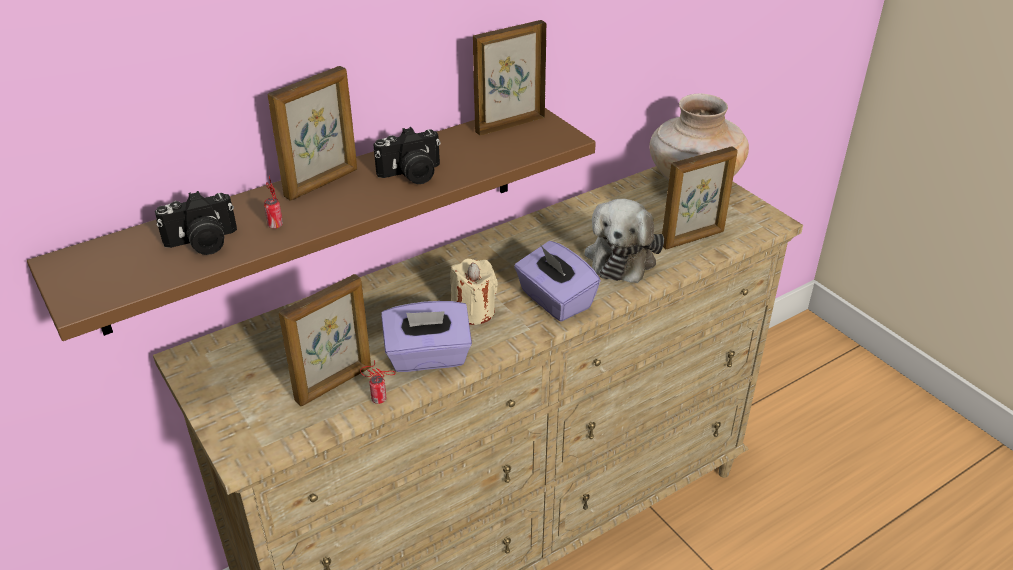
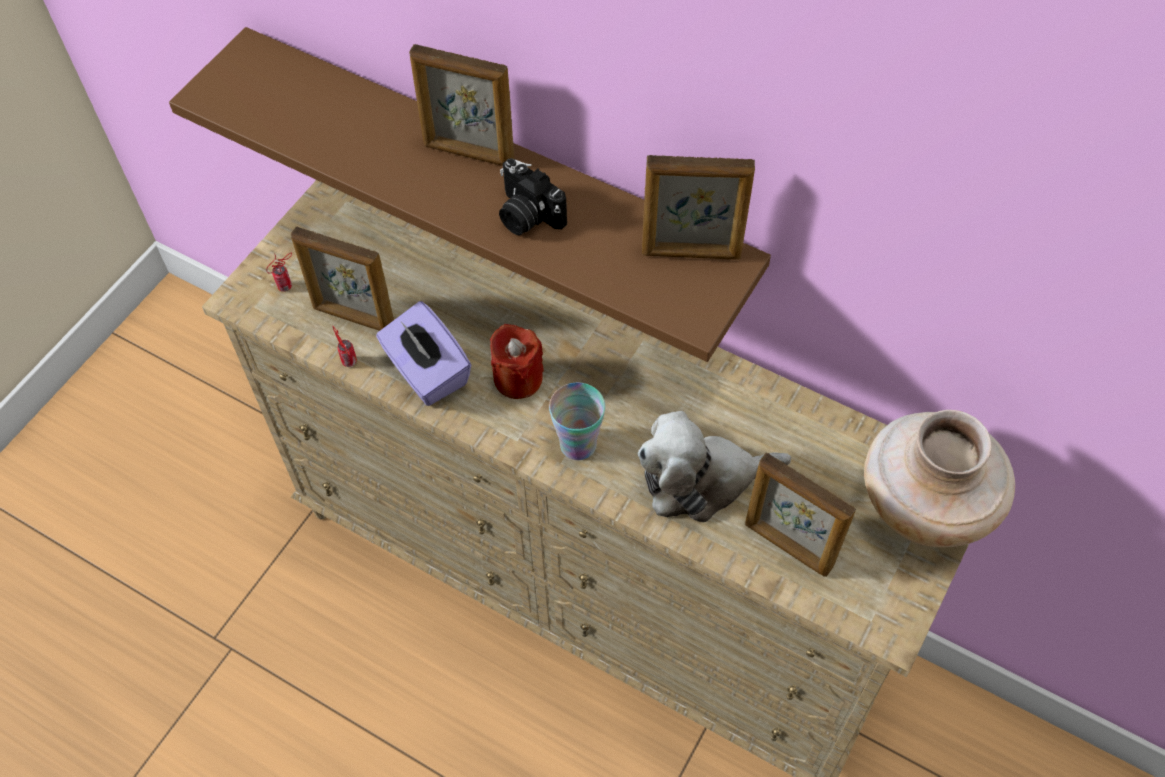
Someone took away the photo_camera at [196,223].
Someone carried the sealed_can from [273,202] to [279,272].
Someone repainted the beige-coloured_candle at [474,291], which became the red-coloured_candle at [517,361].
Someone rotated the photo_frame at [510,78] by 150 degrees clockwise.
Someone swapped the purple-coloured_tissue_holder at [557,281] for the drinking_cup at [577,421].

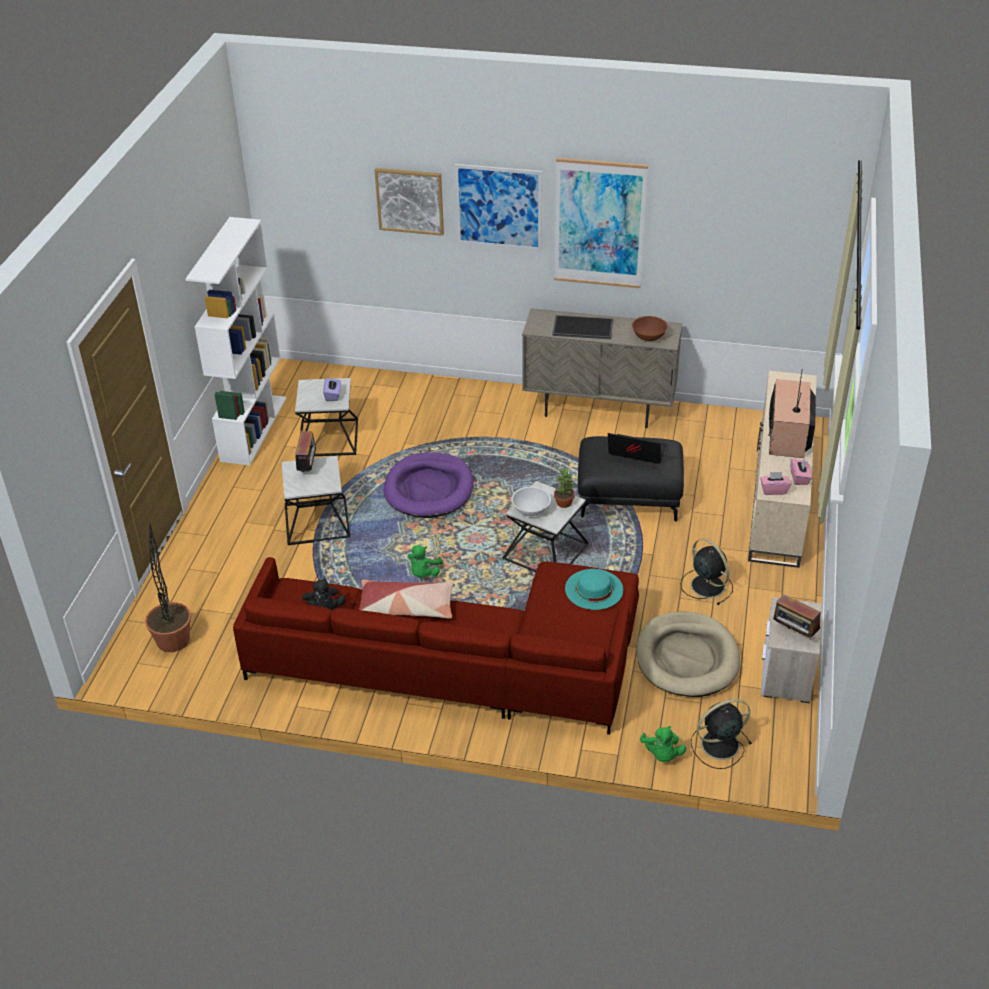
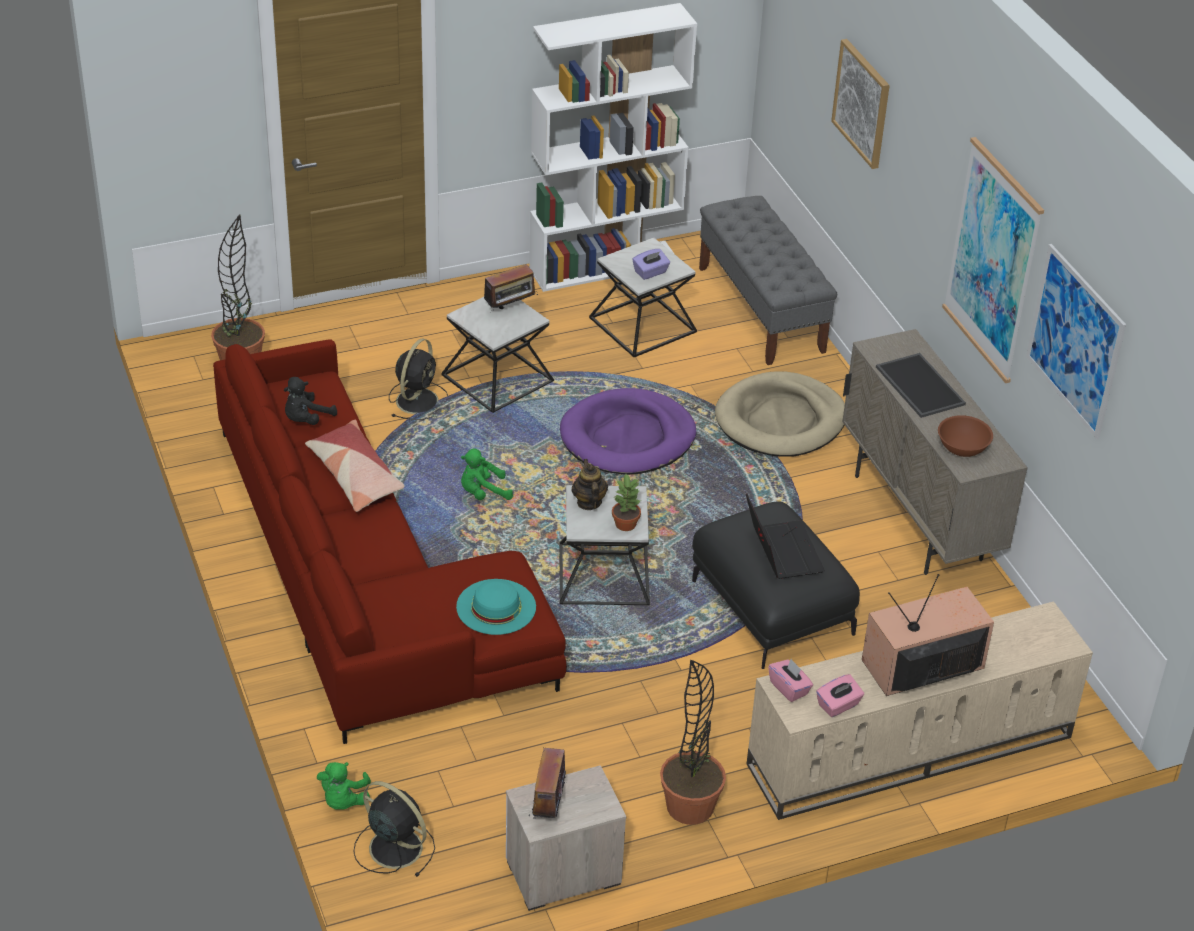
Someone carried the wall_picture from [498,207] to [1076,341].
Someone swapped the white_serving_bowl at [531,501] for the teapot at [589,484].
Someone carried the beige-coloured_pet_bed from [688,654] to [780,414].
Someone rotated the green-coloured_soft_toy at [663,744] by 45 degrees counterclockwise.
Someone carried the black-coloured_electric_fan from [706,571] to [418,379].
Someone put down the plant_in_a_pot at [693,742].
Someone put down the grey_bench at [768,280].

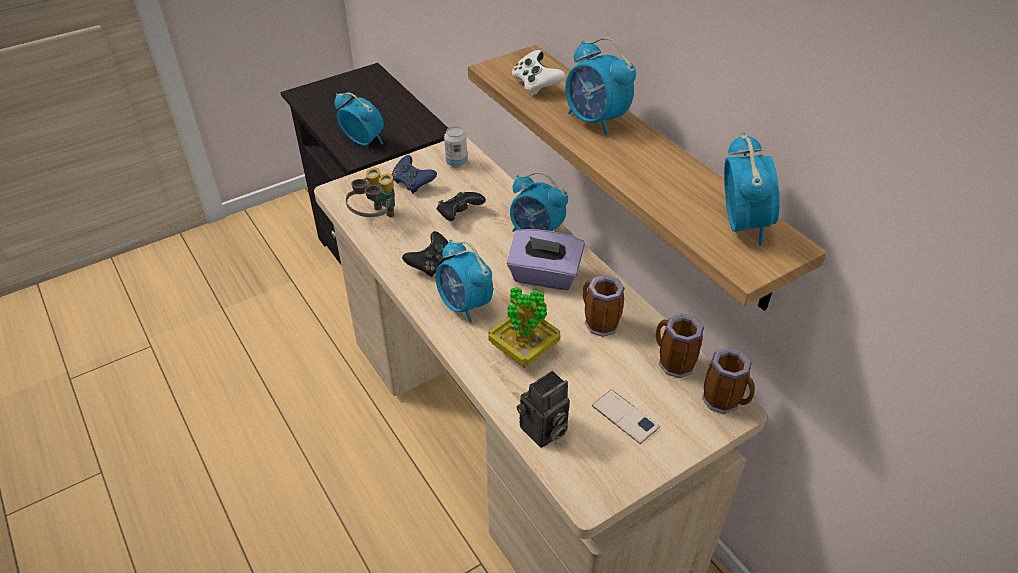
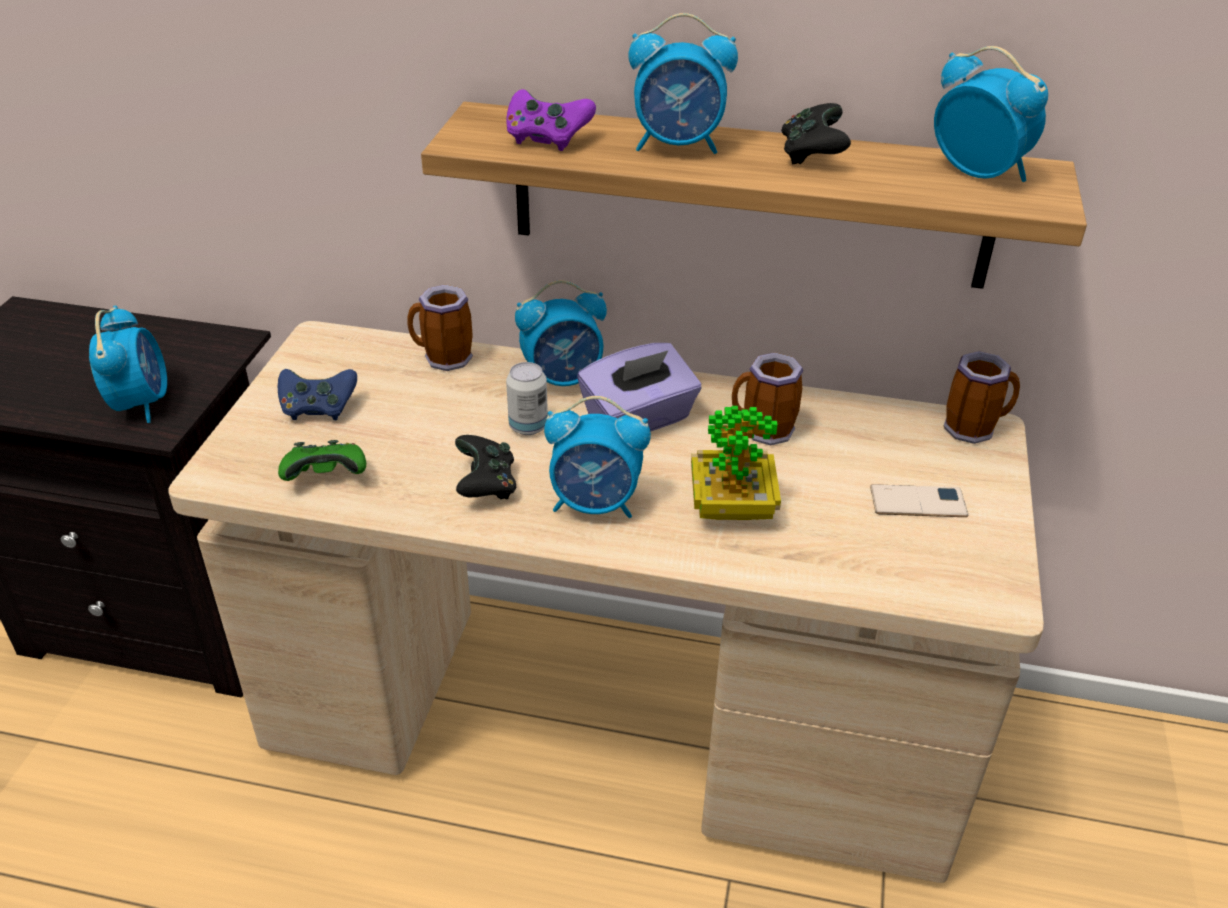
Someone rotated the table_clock at [359,119] by 90 degrees clockwise.
Someone swapped the binoculars at [370,193] for the green-coloured_game_controller at [322,460].
Someone carried the black-coloured_game_controller from [461,206] to [816,133].
Someone carried the sealed_can from [455,147] to [527,398].
Someone repainted the white_game_controller at [539,73], which became the purple-coloured_game_controller at [551,120].
Someone took away the photo_camera at [543,409].
Someone carried the mug from [680,345] to [440,328].

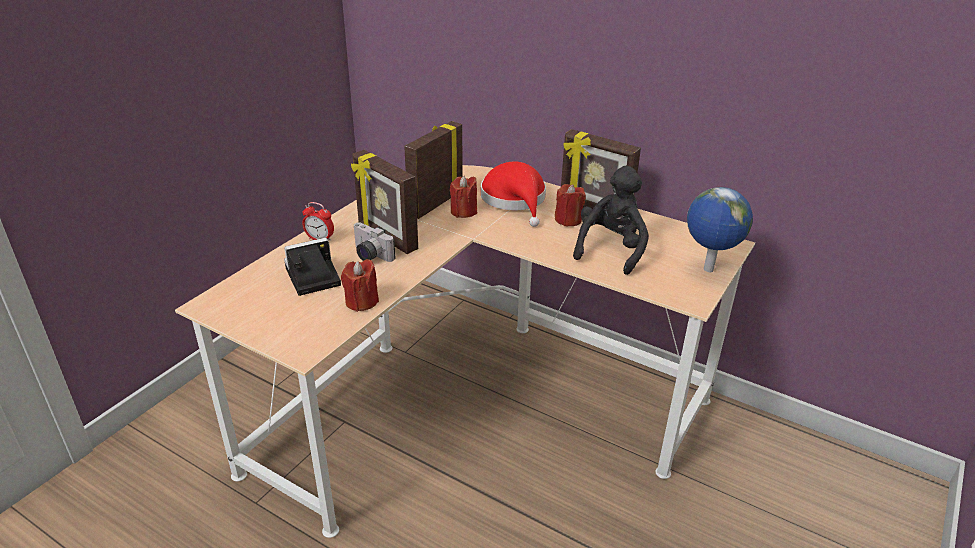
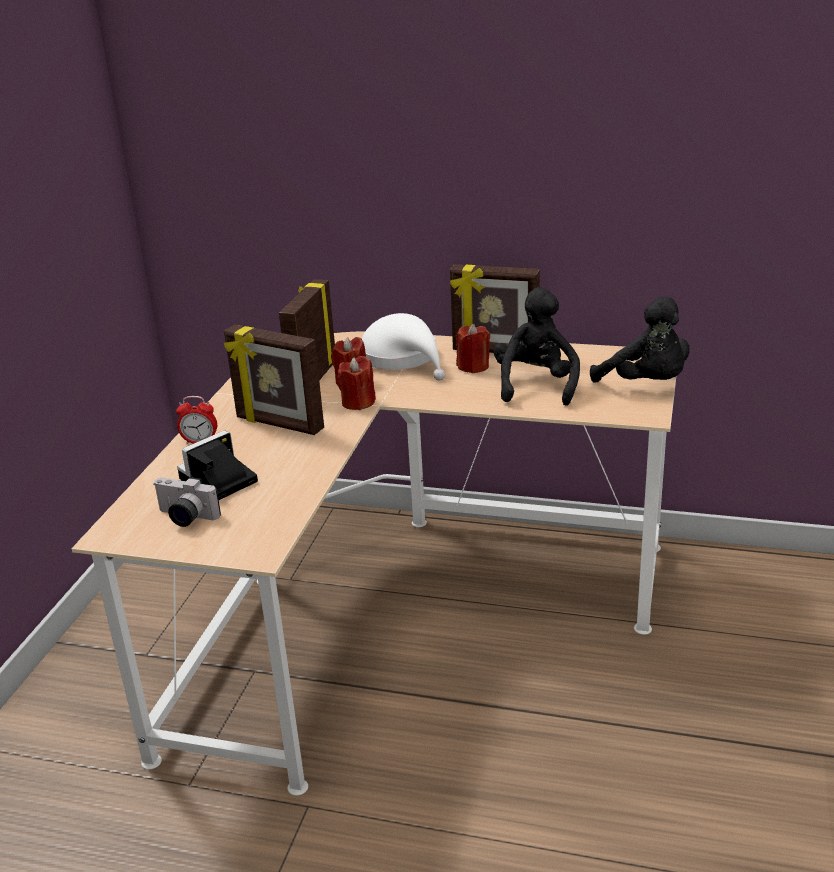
Someone carried the red-coloured_candle from [360,285] to [356,383].
Someone carried the photo_camera from [374,242] to [187,502].
Someone repainted the red-coloured_clothing_hat at [513,194], which became the white_clothing_hat at [403,347].
Someone swapped the globe at [720,229] for the black-coloured_soft_toy at [639,339].

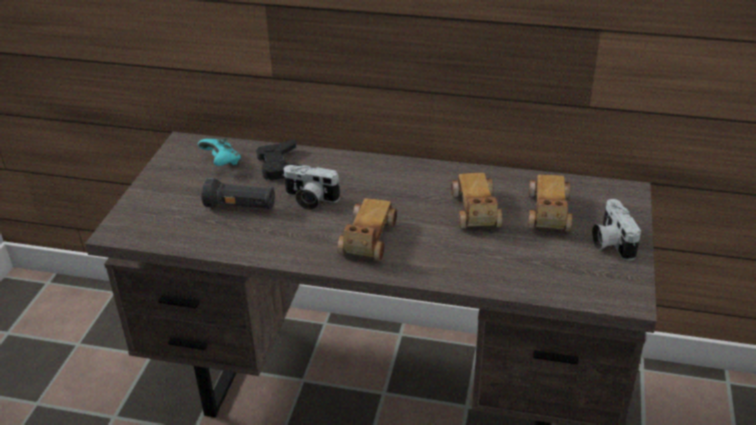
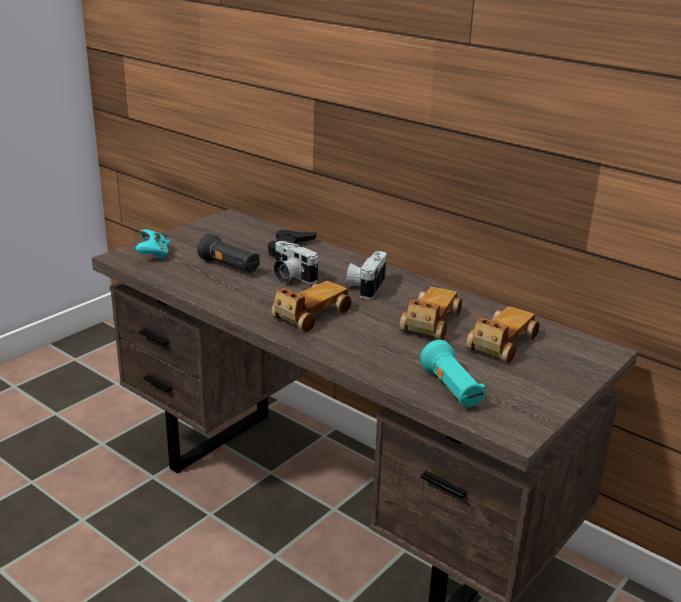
Someone carried the turquoise-coloured_game_controller from [219,152] to [152,244].
Someone carried the photo_camera from [616,230] to [366,275].
Someone put down the turquoise-coloured_hand_torch at [453,373].

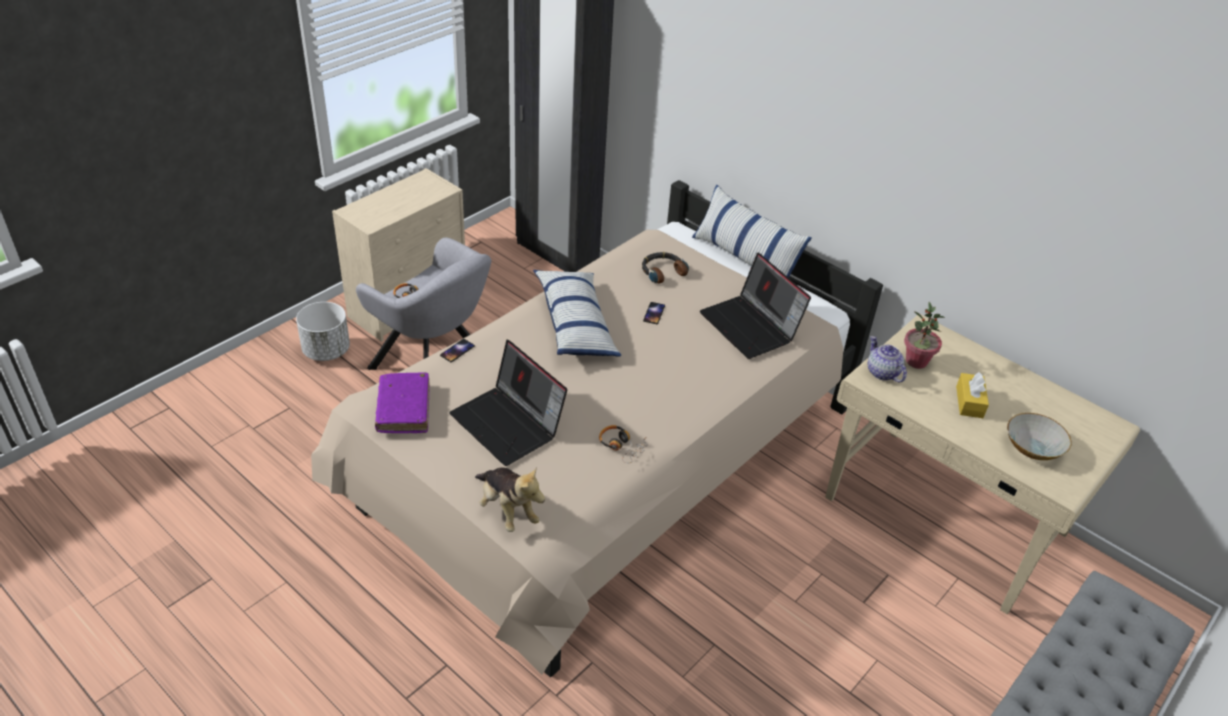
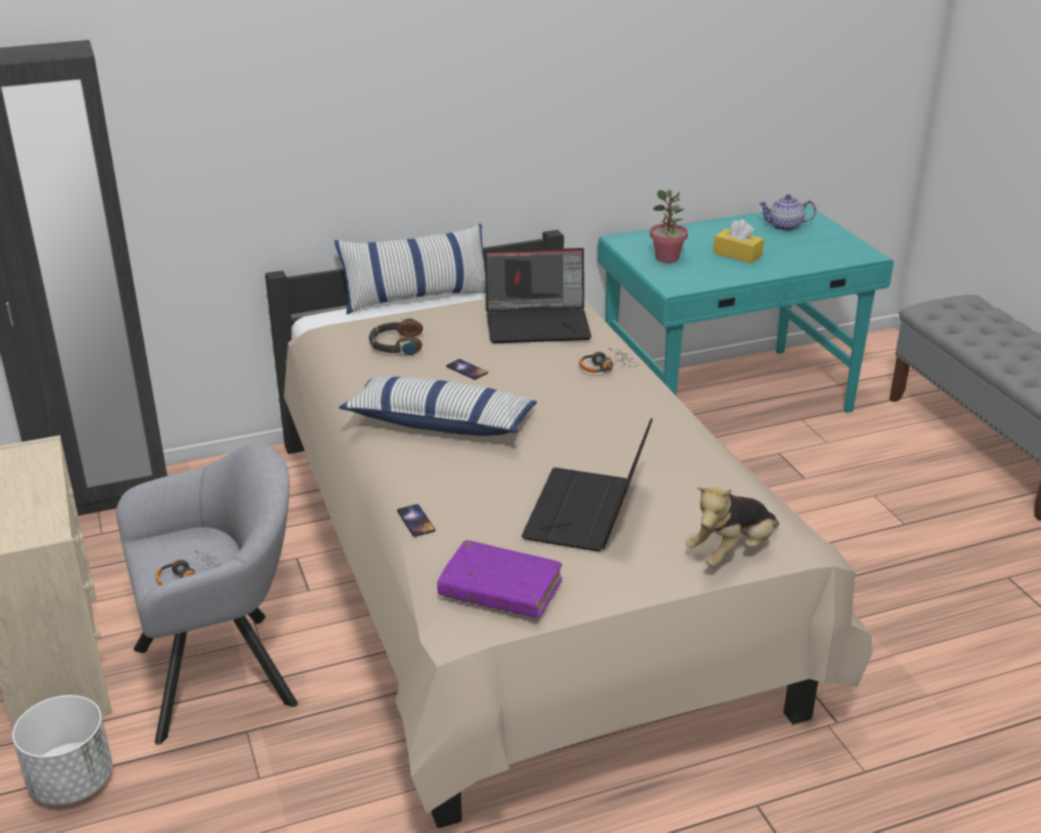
Someone rotated the notebook_computer at [508,403] by 120 degrees clockwise.
Someone rotated the soft_toy at [510,499] by 150 degrees clockwise.
Someone carried the headphones from [623,444] to [608,360].
Someone repainted the beige-coloured_desk at [982,464], which became the turquoise-coloured_desk at [746,309].
Someone carried the teapot from [887,359] to [787,212].
Someone took away the serving_bowl at [1039,436].

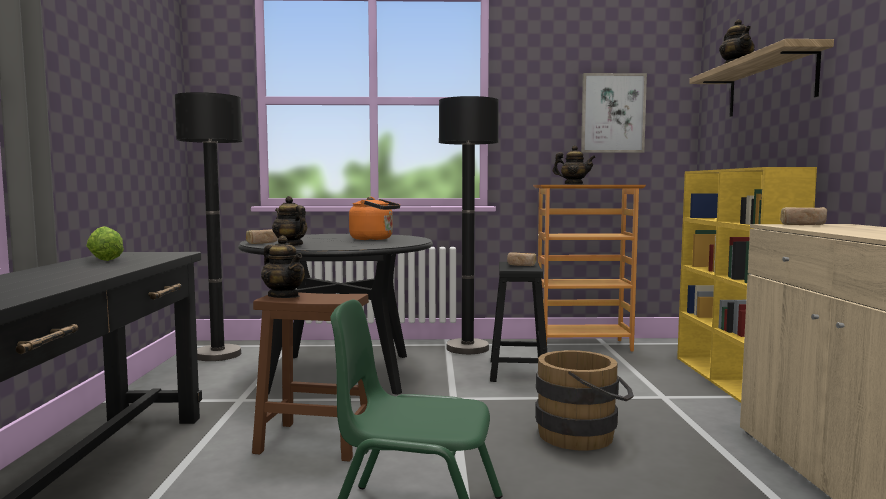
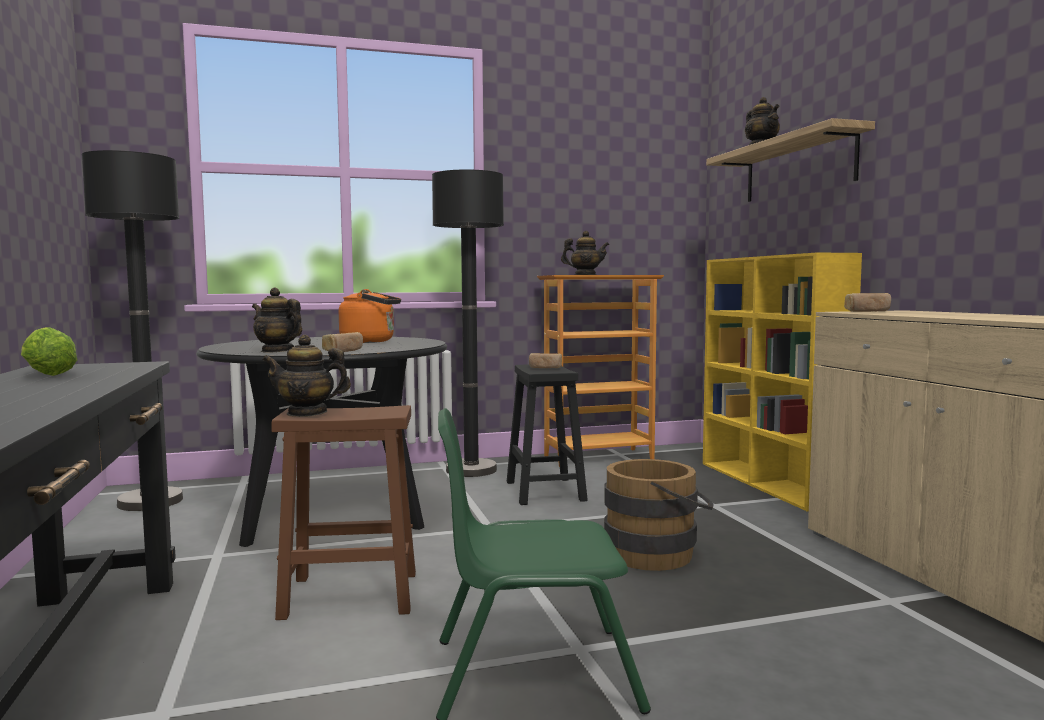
Someone carried the bakery_bread from [262,236] to [342,342].
Someone rotated the teapot at [283,266] by 150 degrees clockwise.
Someone took away the wall_picture at [614,113].

